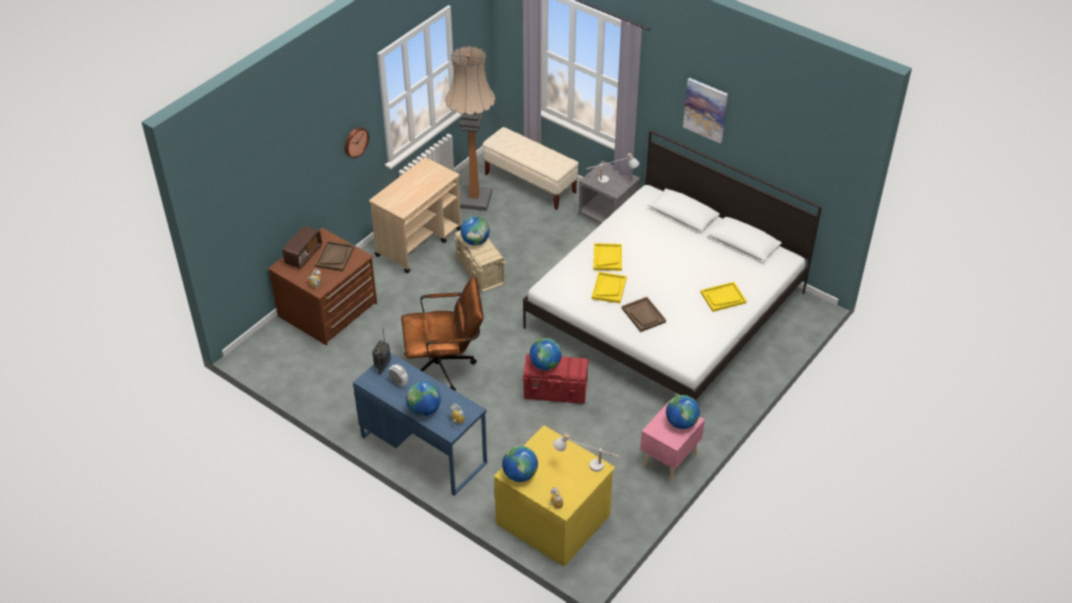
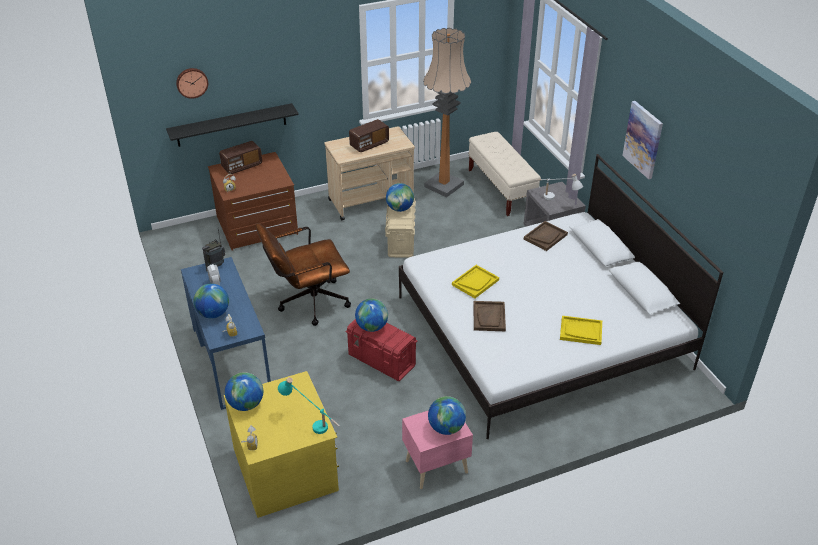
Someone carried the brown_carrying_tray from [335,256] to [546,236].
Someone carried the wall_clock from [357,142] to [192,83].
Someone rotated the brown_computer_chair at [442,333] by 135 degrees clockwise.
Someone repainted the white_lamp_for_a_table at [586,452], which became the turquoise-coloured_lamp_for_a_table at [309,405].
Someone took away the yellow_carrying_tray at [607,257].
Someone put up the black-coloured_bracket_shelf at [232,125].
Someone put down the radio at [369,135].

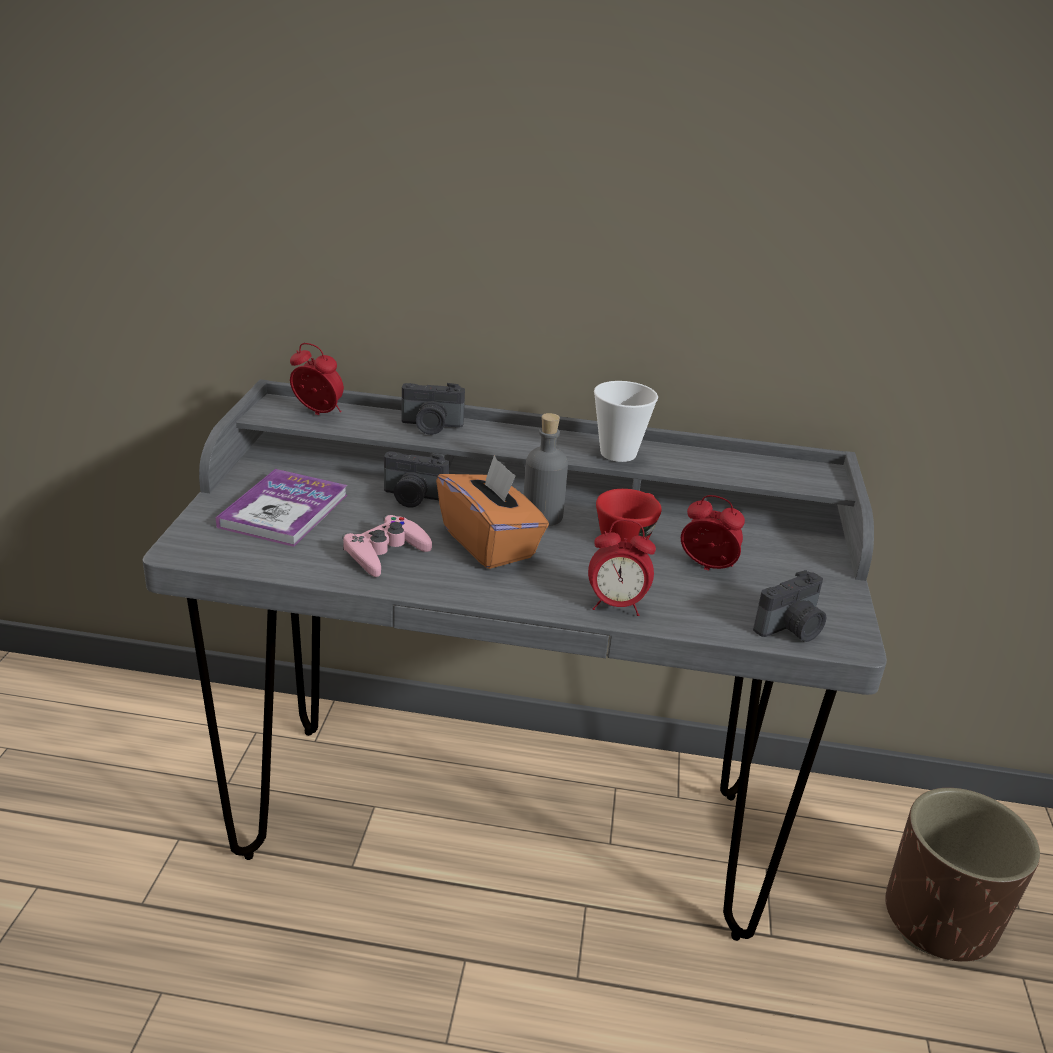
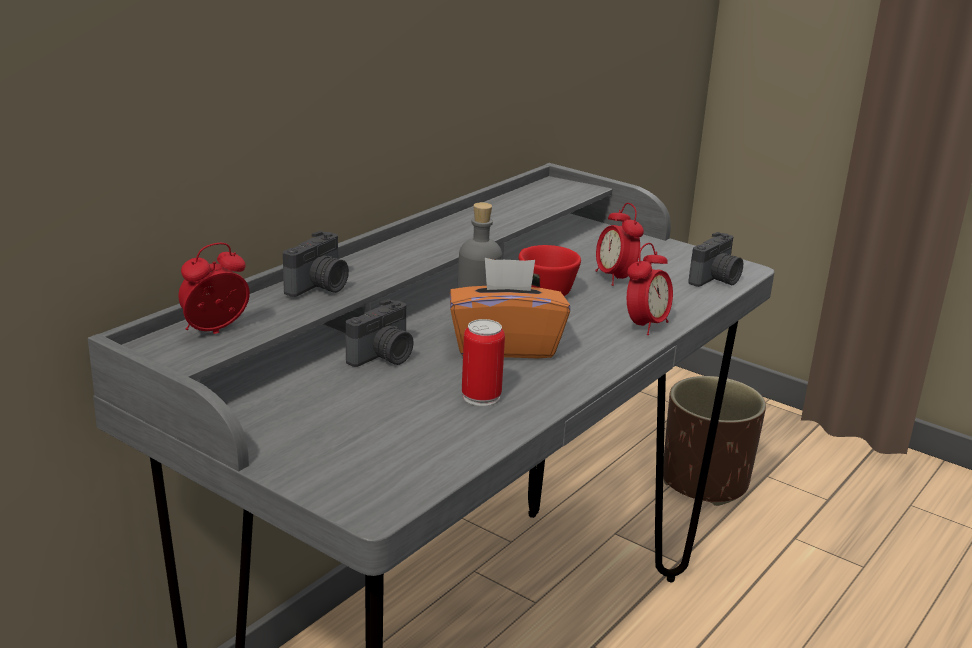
Someone took away the bound_book at [281,508].
Someone swapped the pink_game_controller at [387,546] for the sealed_can at [483,362].
Someone took away the drinking_cup at [626,421].
Someone rotated the table_clock at [713,533] by 75 degrees counterclockwise.
Someone rotated the photo_camera at [790,606] by 45 degrees clockwise.

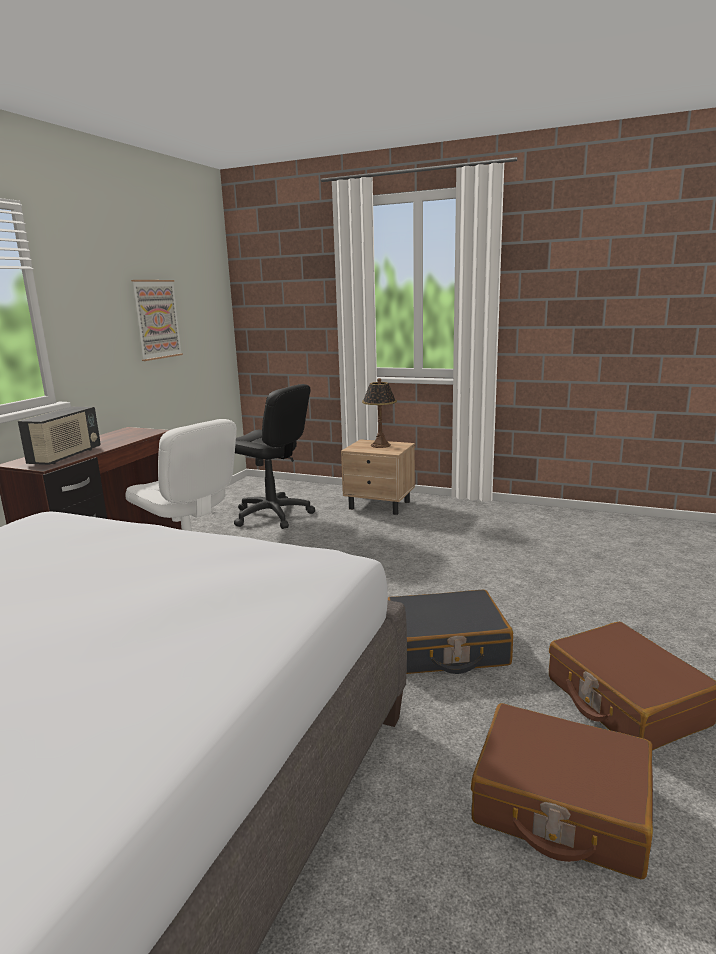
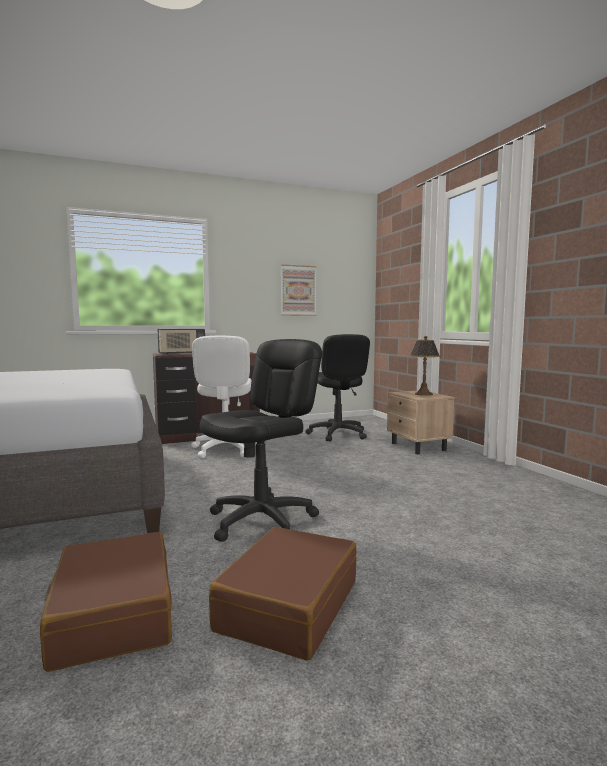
Someone swapped the black-coloured_suitcase at [450,632] for the black-coloured_computer_chair at [261,440].

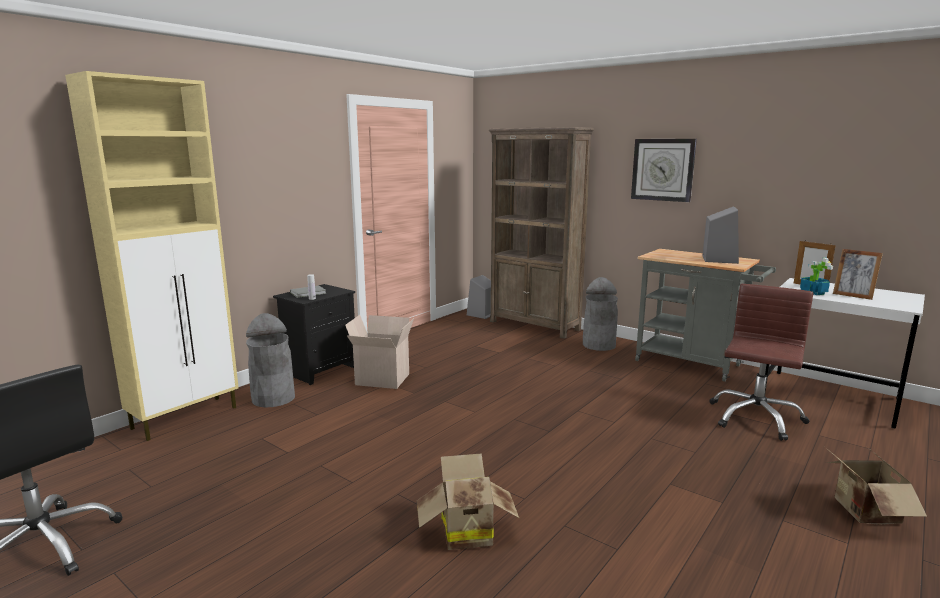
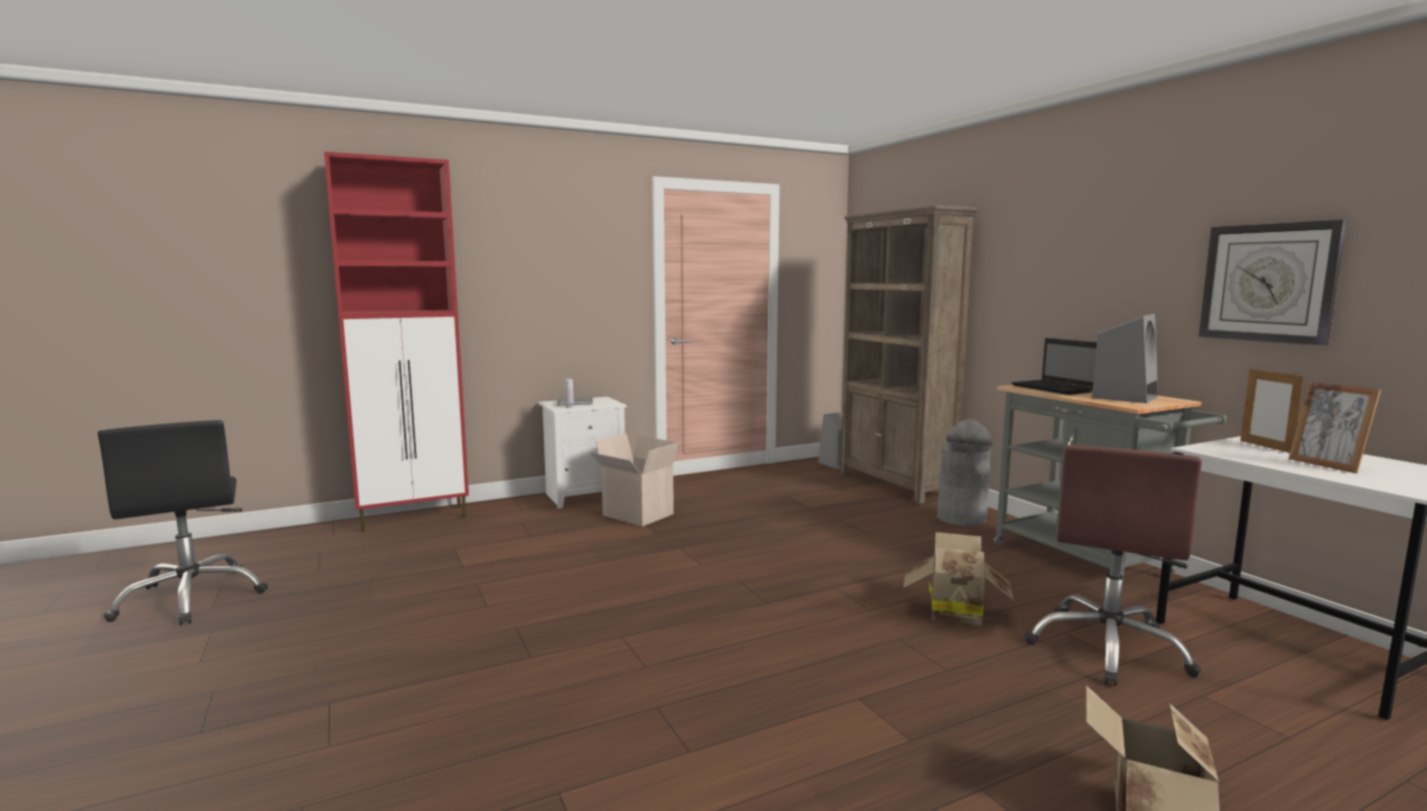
Someone repainted the beige-coloured_cabinet at [152,256], which became the red-coloured_cabinet at [396,342].
Someone took away the grey_trash_can at [270,360].
Someone repainted the black-coloured_night_table at [314,334], which became the white_night_table at [582,453].
Someone carried the packing_box from [467,501] to [958,578].
Someone carried the wall_clock from [664,170] to [1273,283].
Someone rotated the brown_computer_chair at [761,362] by 150 degrees clockwise.
Someone took away the plant_in_a_pot at [816,276].
Someone put down the notebook_computer at [1054,366].

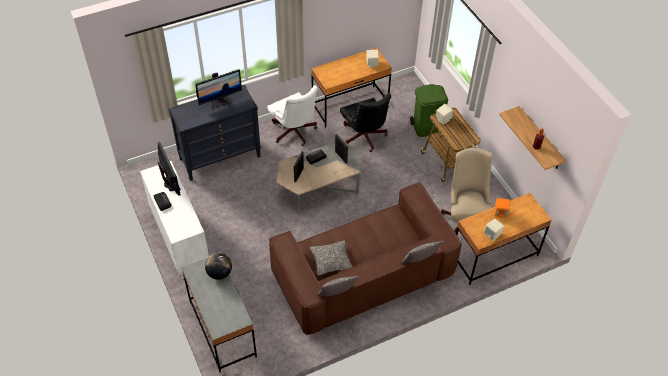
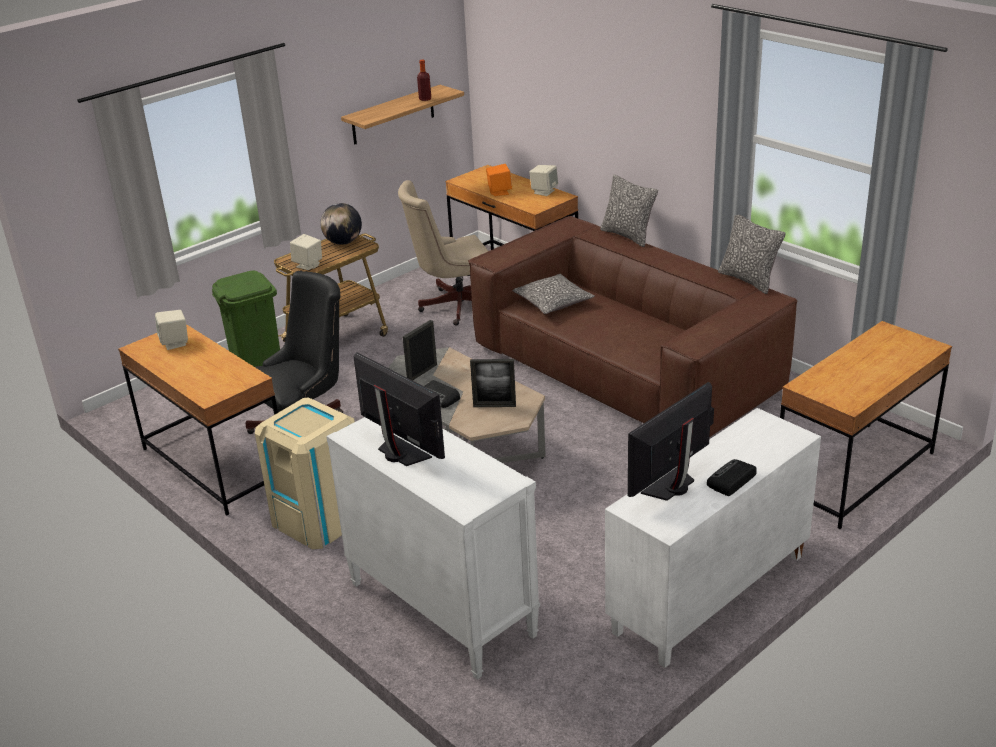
Someone repainted the black-coloured_dresser at [214,133], which became the white_dresser at [433,548].
Someone repainted the grey_desk at [219,315], which became the brown_desk at [866,425].
Someone carried the globe from [218,266] to [341,224].
Someone swapped the white_computer_chair at [292,115] for the beige-coloured_trash_can at [305,473].
Someone carried the pillow from [331,257] to [553,294].

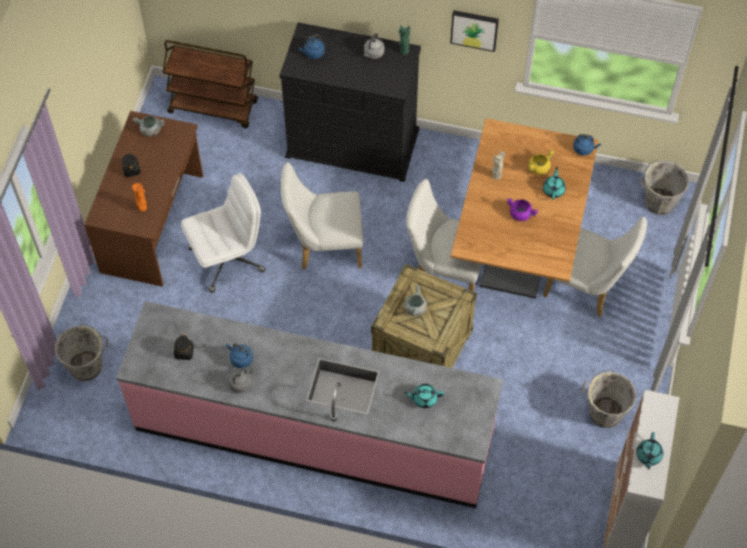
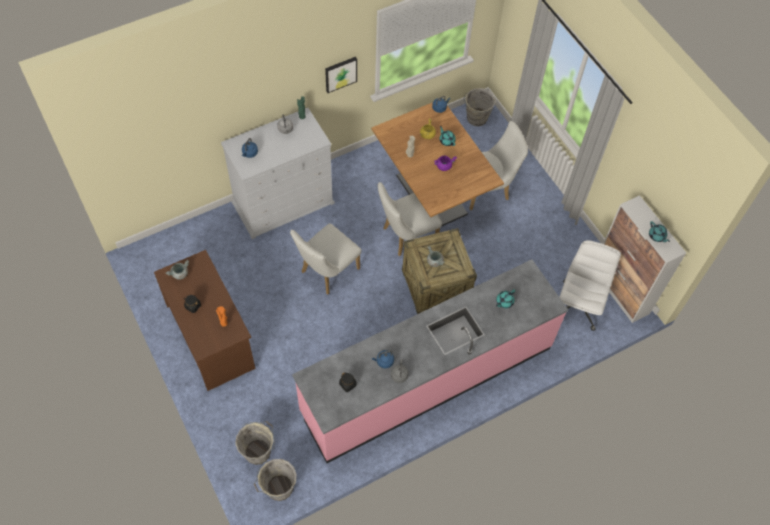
Someone took away the brown_trolley at [210,84].
Someone carried the white_computer_chair from [223,233] to [590,285].
Someone repainted the black-coloured_dresser at [350,102], which became the white_dresser at [278,173].
Someone carried the grey_bucket from [609,398] to [275,480].

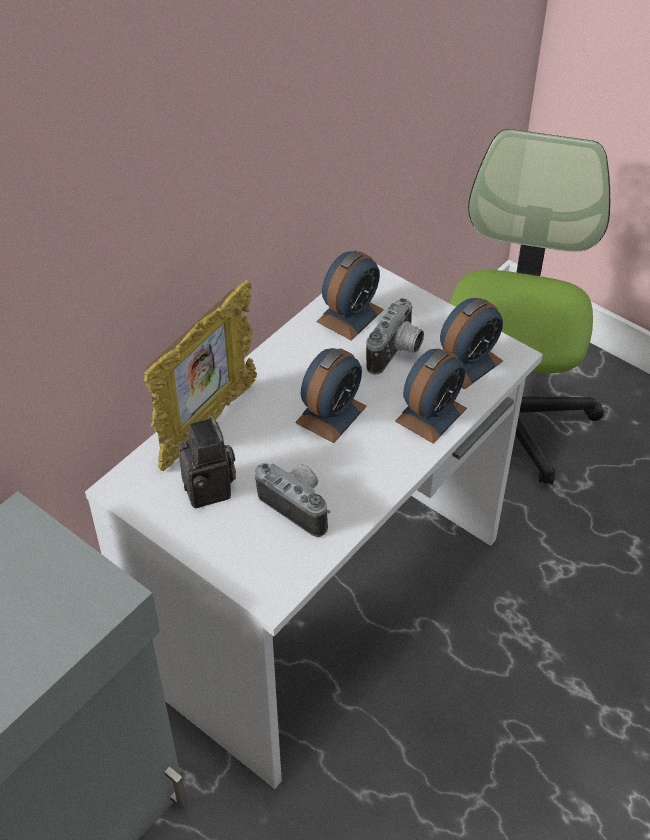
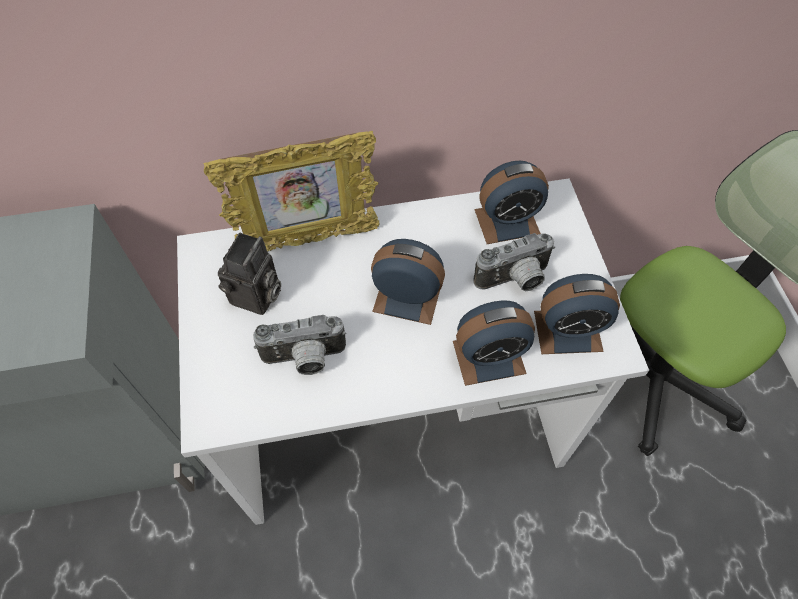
Someone rotated the photo_camera at [292,500] by 90 degrees clockwise.
Someone rotated the table_clock at [331,395] by 150 degrees counterclockwise.

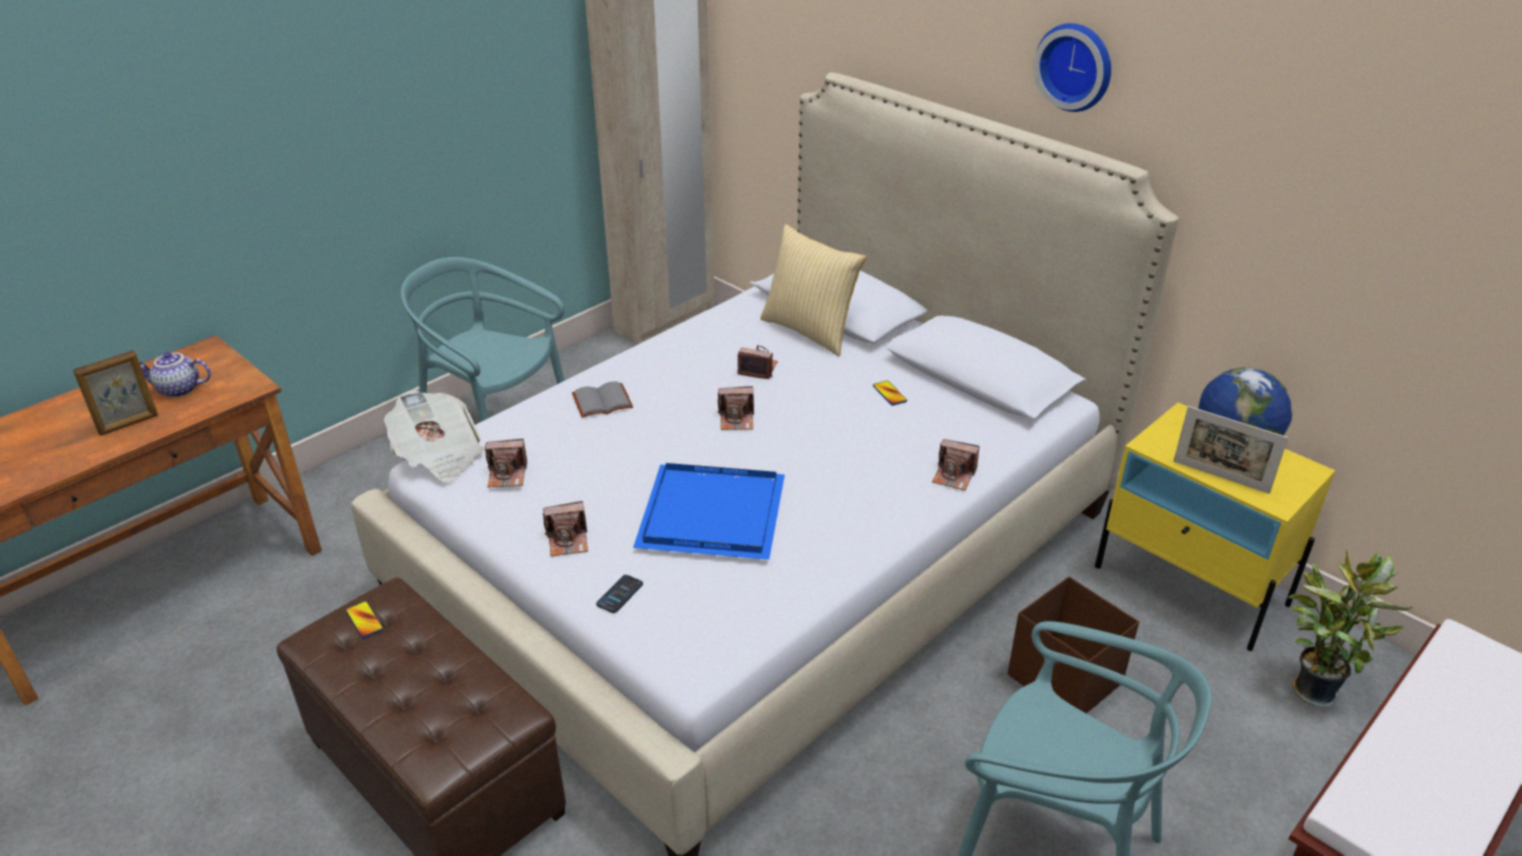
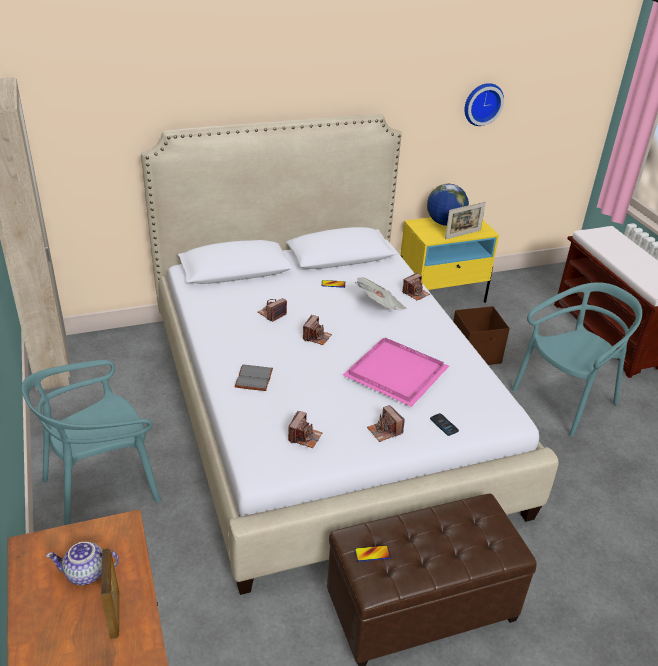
Someone rotated the teapot at [175,375] by 60 degrees clockwise.
Someone carried the newspaper from [434,436] to [381,293].
Someone rotated the photo_camera at [565,529] by 135 degrees clockwise.
Someone repainted the blue_carrying_tray at [709,511], which became the pink_carrying_tray at [396,372].
Someone took away the pillow at [813,290].
Someone carried the wall_clock from [1072,67] to [484,104].
Someone took away the plant_in_a_pot at [1350,628].

